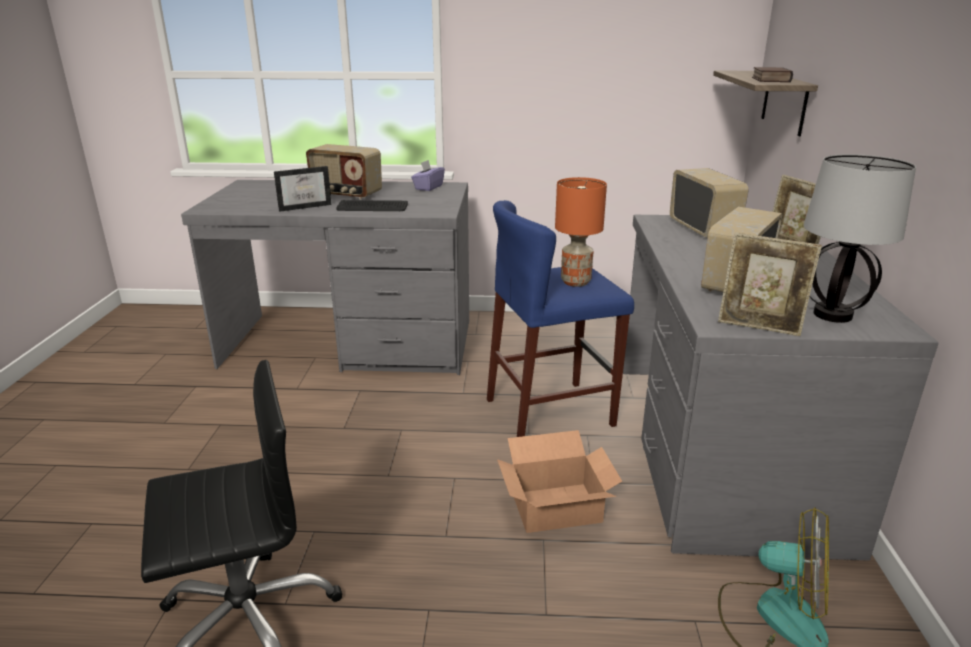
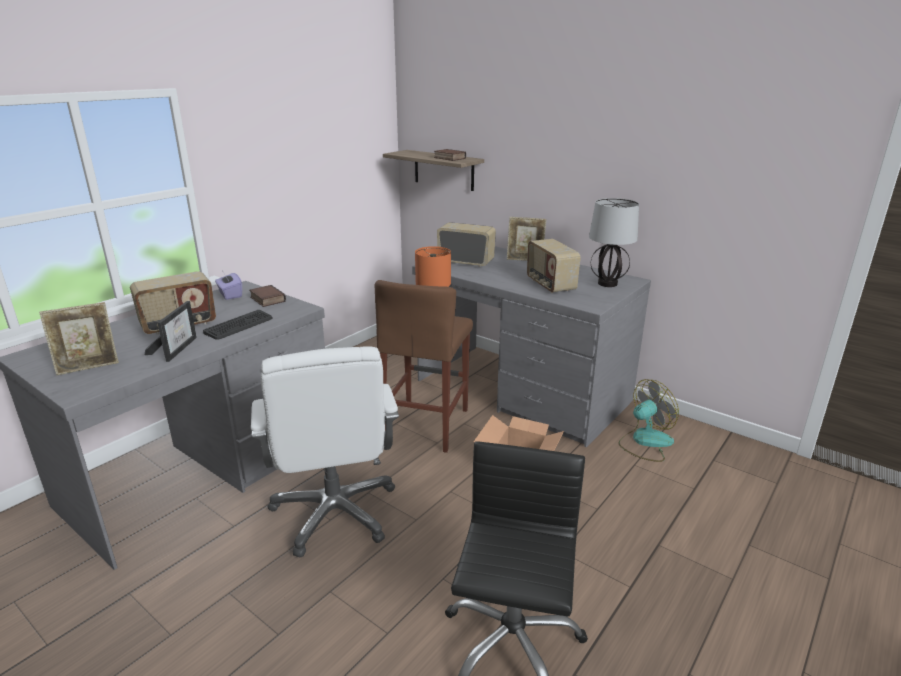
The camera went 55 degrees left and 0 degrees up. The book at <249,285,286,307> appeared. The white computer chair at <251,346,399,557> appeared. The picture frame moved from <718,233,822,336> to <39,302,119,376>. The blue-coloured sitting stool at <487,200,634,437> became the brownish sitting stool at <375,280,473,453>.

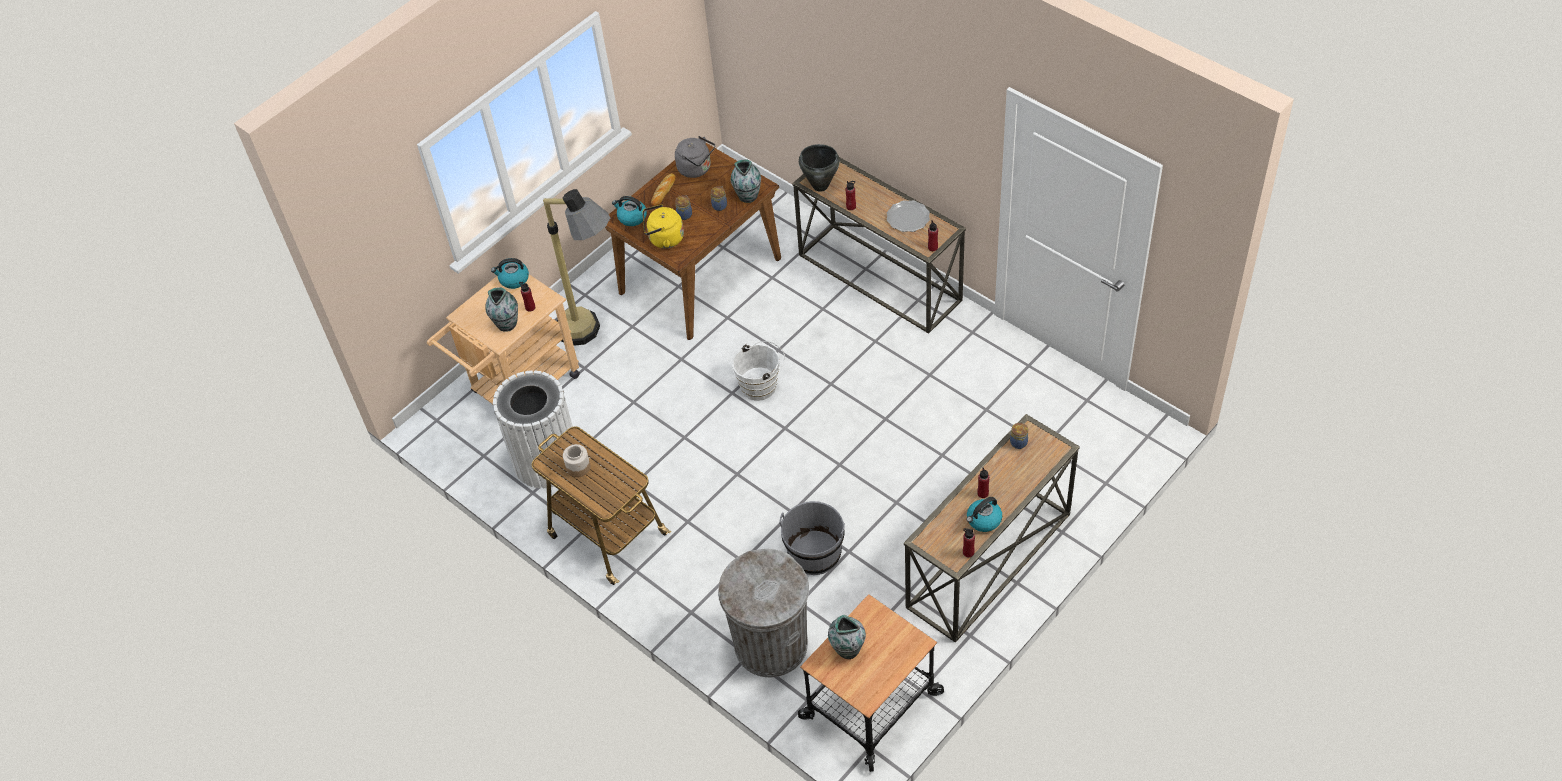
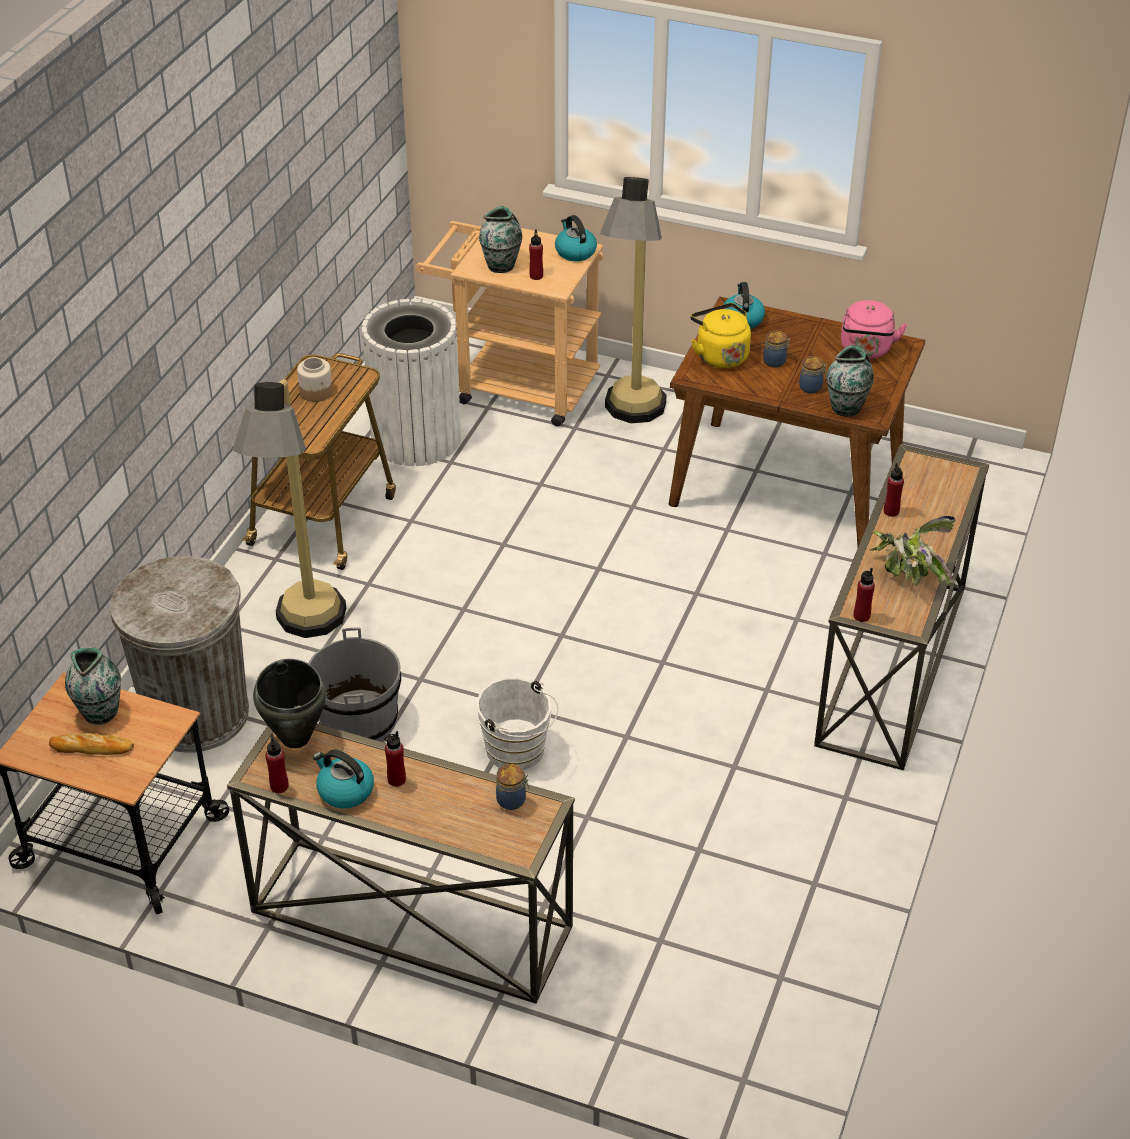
The camera went 65 degrees right and 10 degrees down. The standard lamp at <233,379,346,638> appeared. The bread moved from <651,173,676,206> to <49,733,134,755>. The white bucket moved from <732,341,785,401> to <477,678,559,770>. The black cooking pot moved from <799,144,840,192> to <253,659,326,749>. The dinner plate at <887,200,930,232> was replaced by the potted plant at <869,516,956,586>. The greyish kettle at <675,136,715,178> became the pinkish kettle at <841,300,907,359>.

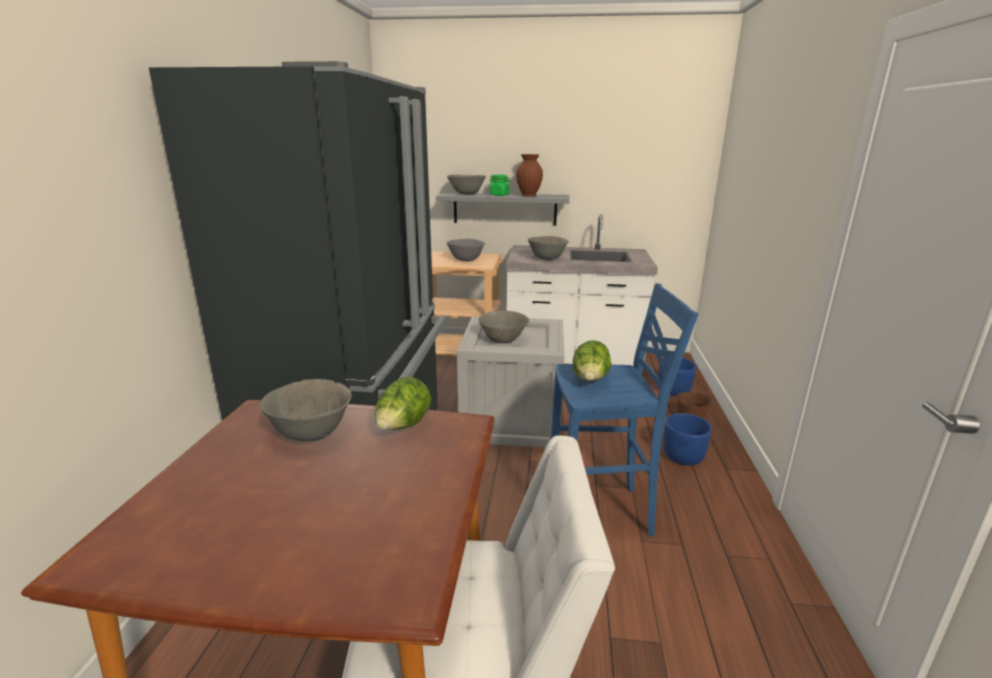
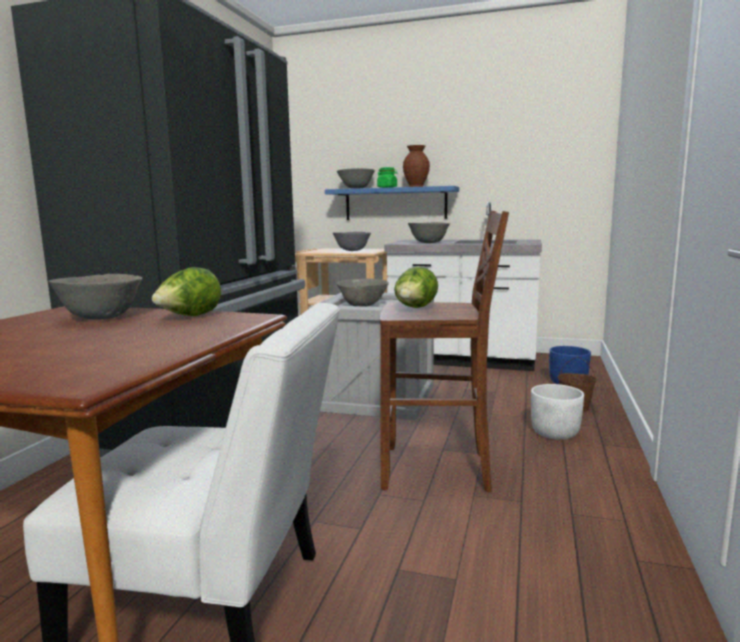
The camera went 10 degrees right and 10 degrees down. The greyish shelf at <436,192,570,226> became the blue-coloured shelf at <325,186,459,220>. The blue-coloured sitting stool at <551,283,698,537> became the brownish sitting stool at <380,211,509,492>. The blue-coloured flower pot at <663,413,712,466> became the white flower pot at <531,384,584,440>.

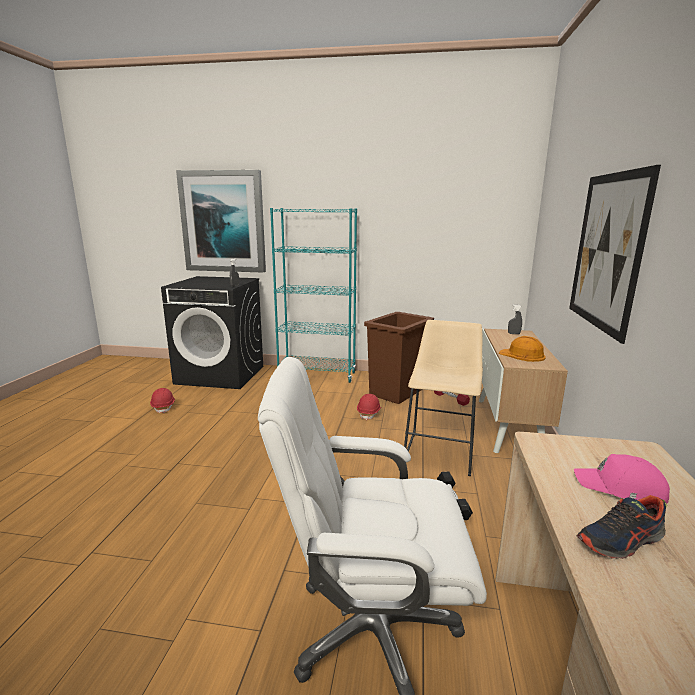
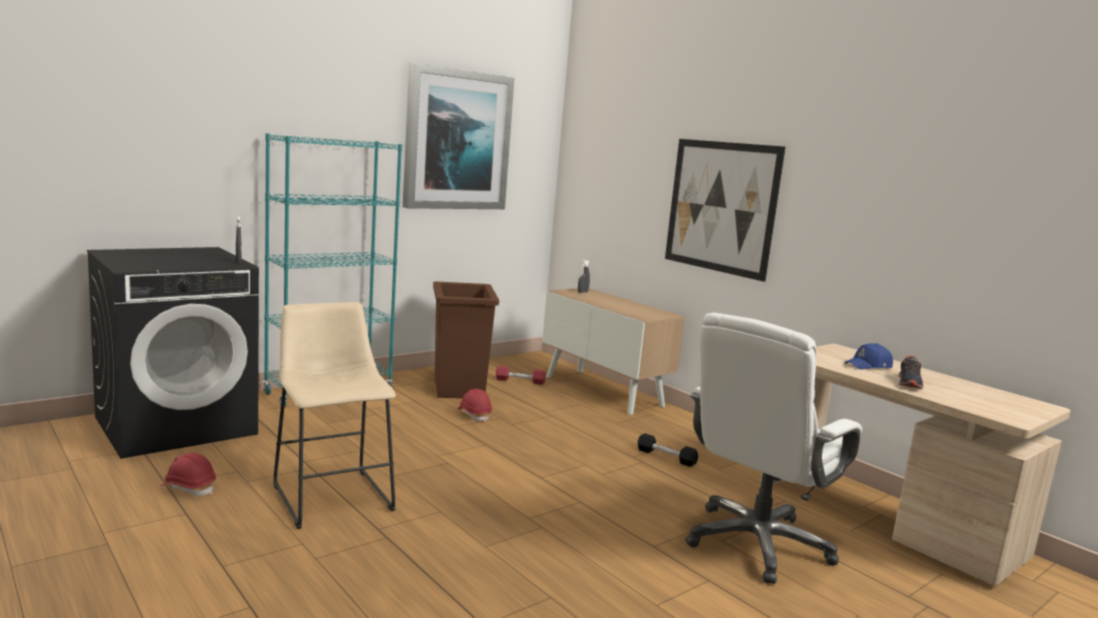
The camera went 50 degrees left and 5 degrees down. The orange-coloured work helmet at <499,336,546,362> disappeared. The picture moved from <176,170,266,272> to <403,63,514,209>. The sand-coloured sitting stool moved from <404,320,483,476> to <273,302,396,529>. The pinkish baseball cap at <574,454,670,504> became the blue-coloured baseball cap at <845,343,893,369>.

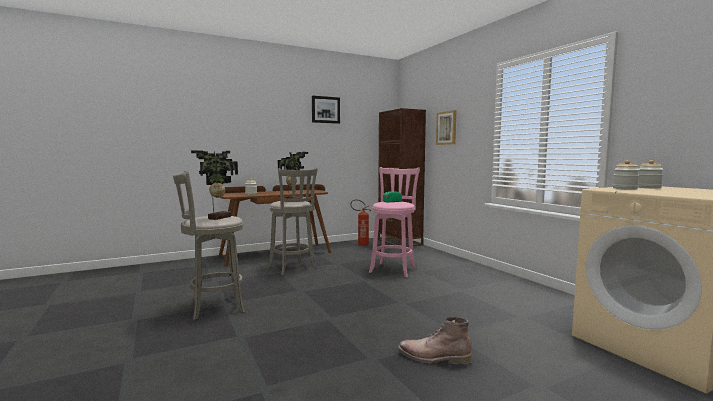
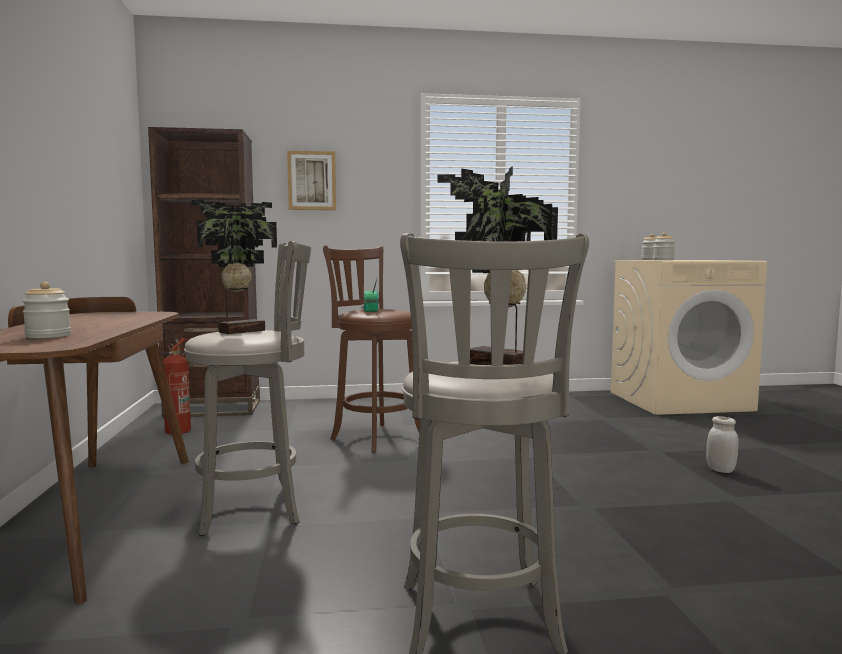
The camera went 70 degrees left and 0 degrees up. The picture at <312,96,340,124> disappeared. The brownish high-top boot at <398,317,472,364> was replaced by the white storage jar at <706,416,739,473>. The pinkish sitting stool at <369,167,420,278> became the brownish sitting stool at <323,245,420,453>.

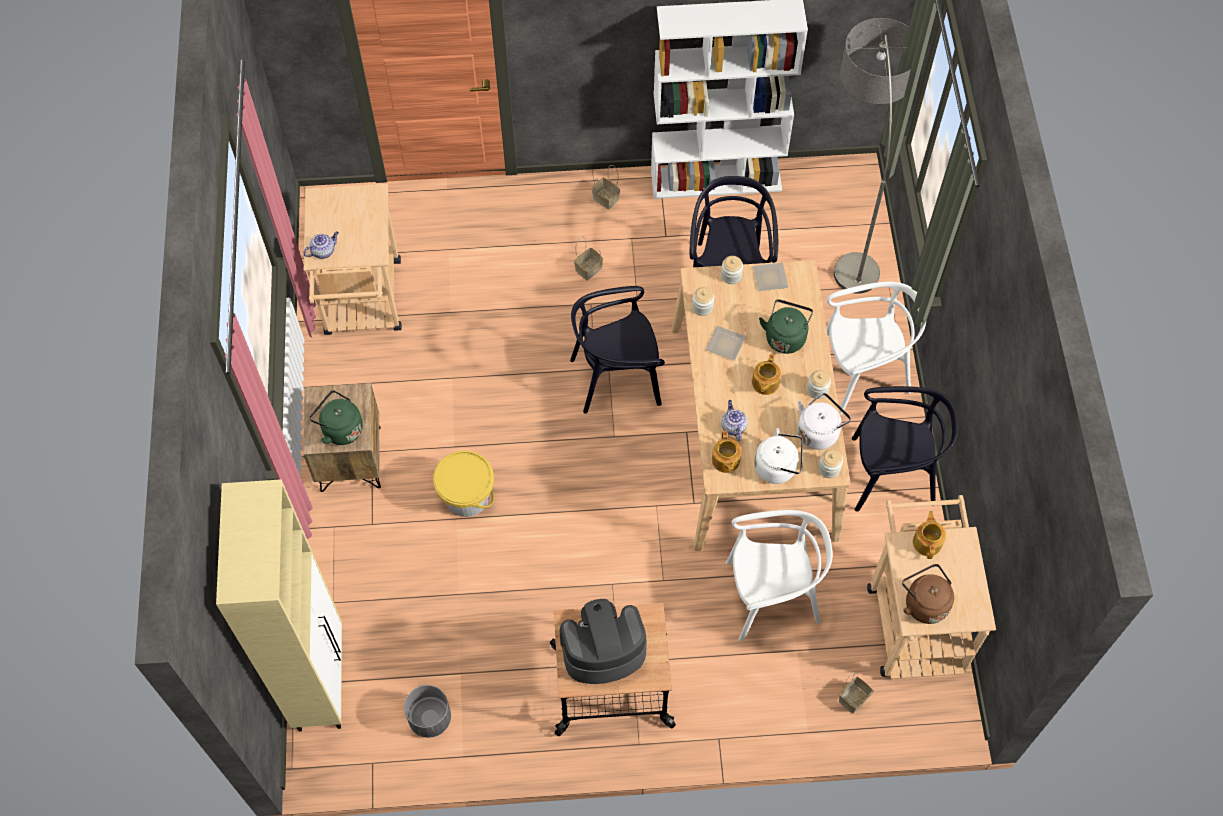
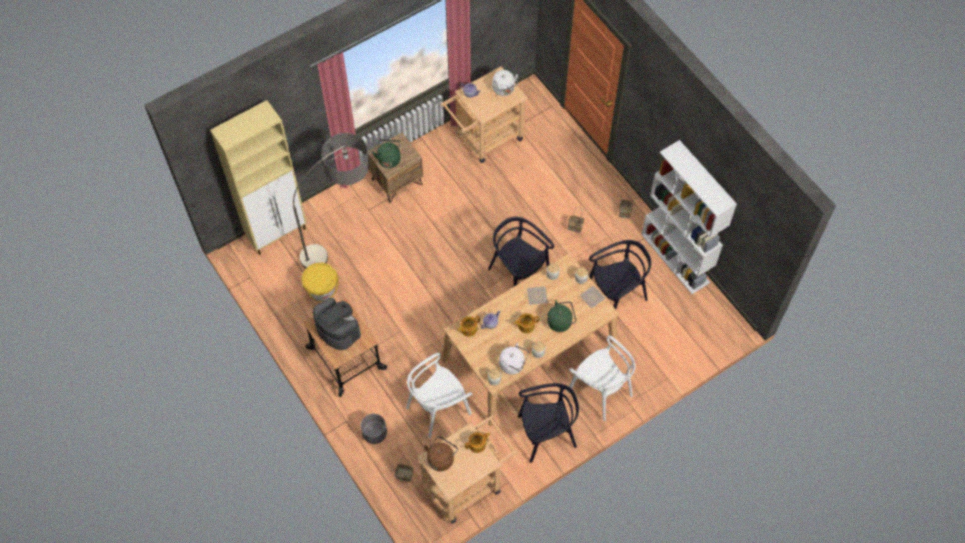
The camera went 60 degrees right and 0 degrees up. The greyish flower pot moved from <404,685,451,738> to <361,414,387,444>. The yellow bucket moved from <433,451,494,517> to <302,263,339,302>. The white kettle moved from <754,428,803,484> to <492,70,518,96>. The standard lamp moved from <834,18,911,294> to <293,133,369,268>. The white chair at <726,510,833,641> turned 90 degrees clockwise. The black chair at <852,386,958,512> turned 75 degrees counterclockwise.

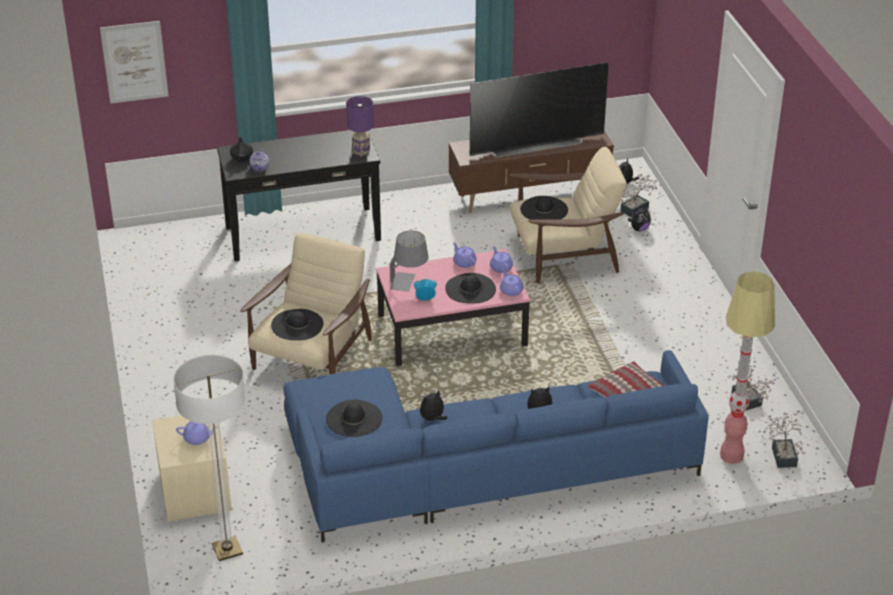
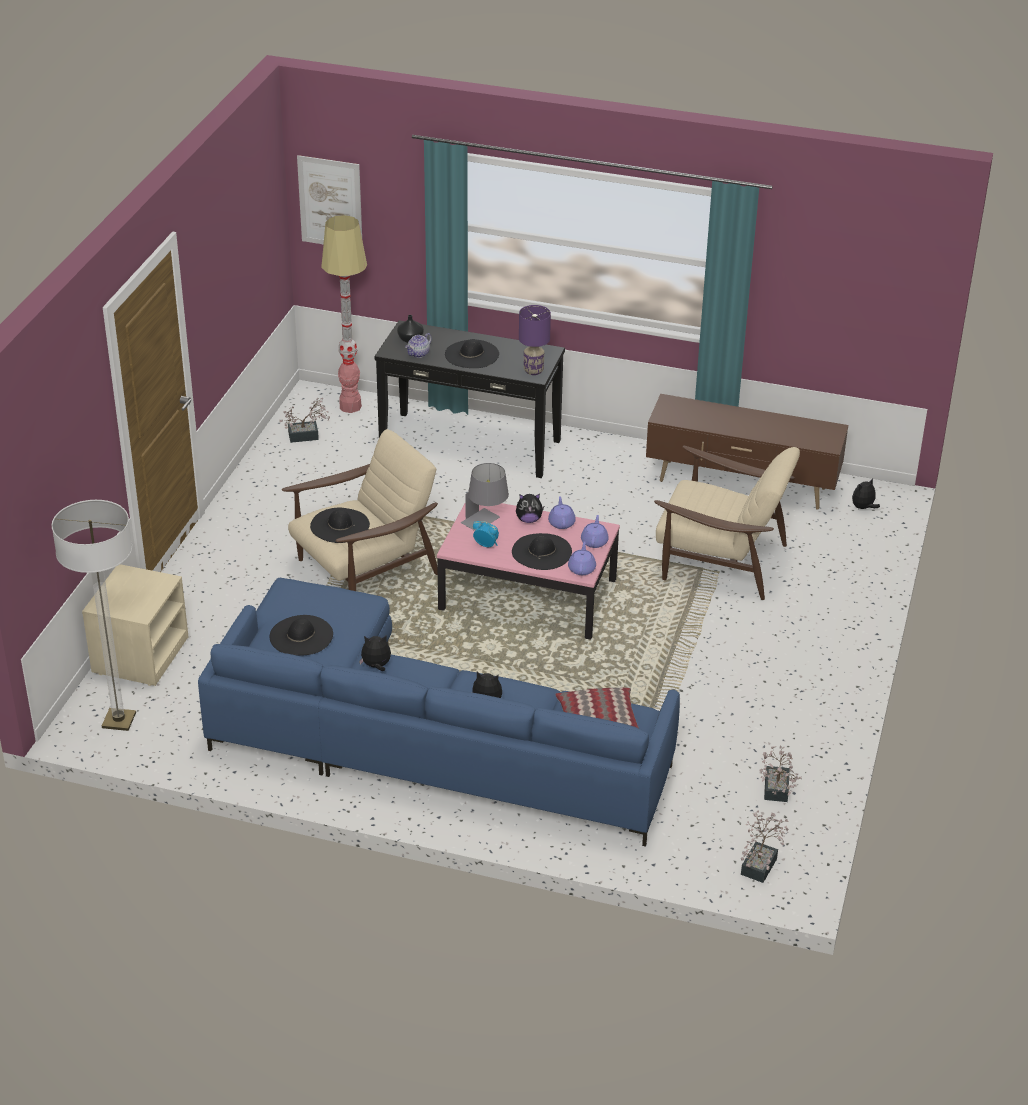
The camera went 30 degrees right and 0 degrees up. The purple-coloured tea pot at <176,421,209,445> disappeared. The television at <470,62,609,158> disappeared. The black hat moved from <520,196,568,220> to <445,339,499,368>. The potted plant moved from <621,174,657,218> to <279,397,330,443>. The cuddly toy moved from <628,206,651,232> to <516,494,544,523>. The standard lamp moved from <720,271,775,464> to <321,215,367,413>.

